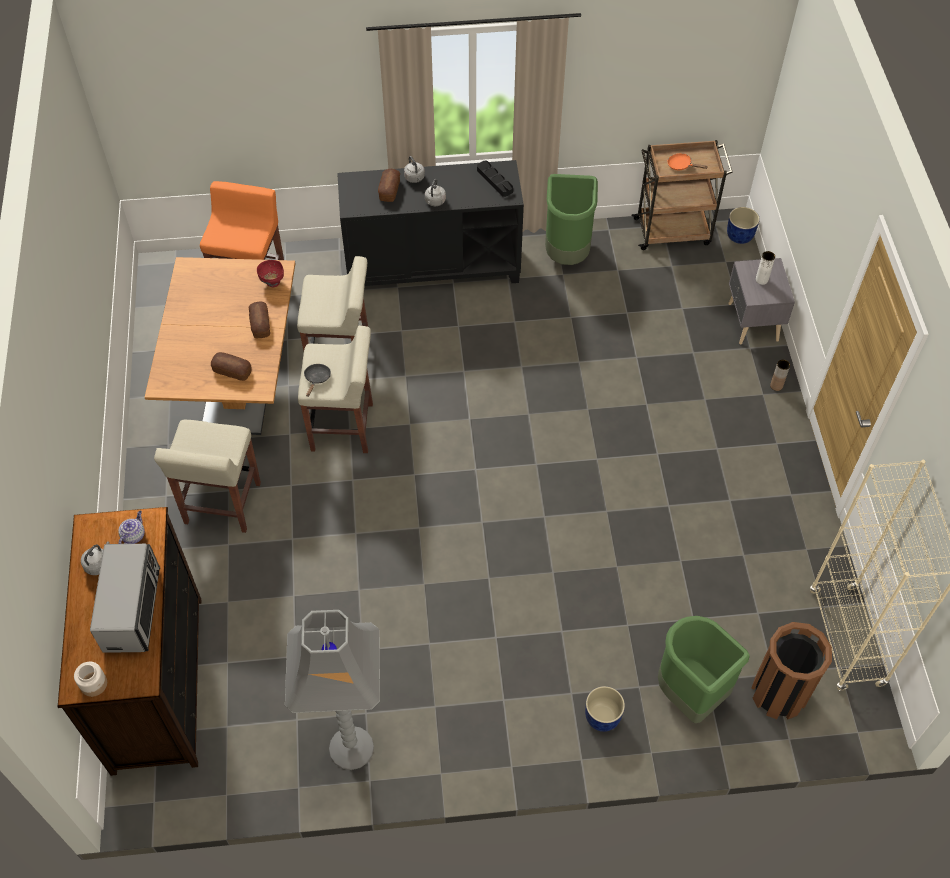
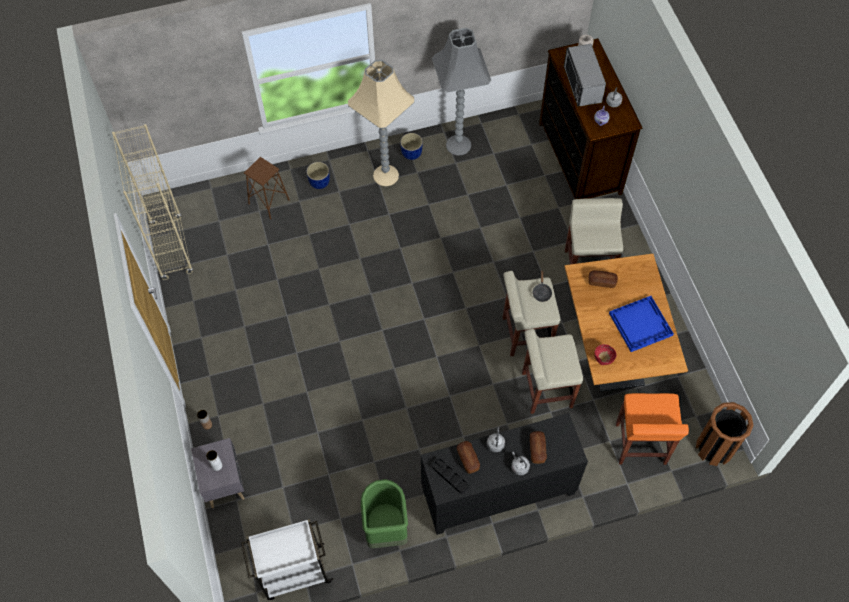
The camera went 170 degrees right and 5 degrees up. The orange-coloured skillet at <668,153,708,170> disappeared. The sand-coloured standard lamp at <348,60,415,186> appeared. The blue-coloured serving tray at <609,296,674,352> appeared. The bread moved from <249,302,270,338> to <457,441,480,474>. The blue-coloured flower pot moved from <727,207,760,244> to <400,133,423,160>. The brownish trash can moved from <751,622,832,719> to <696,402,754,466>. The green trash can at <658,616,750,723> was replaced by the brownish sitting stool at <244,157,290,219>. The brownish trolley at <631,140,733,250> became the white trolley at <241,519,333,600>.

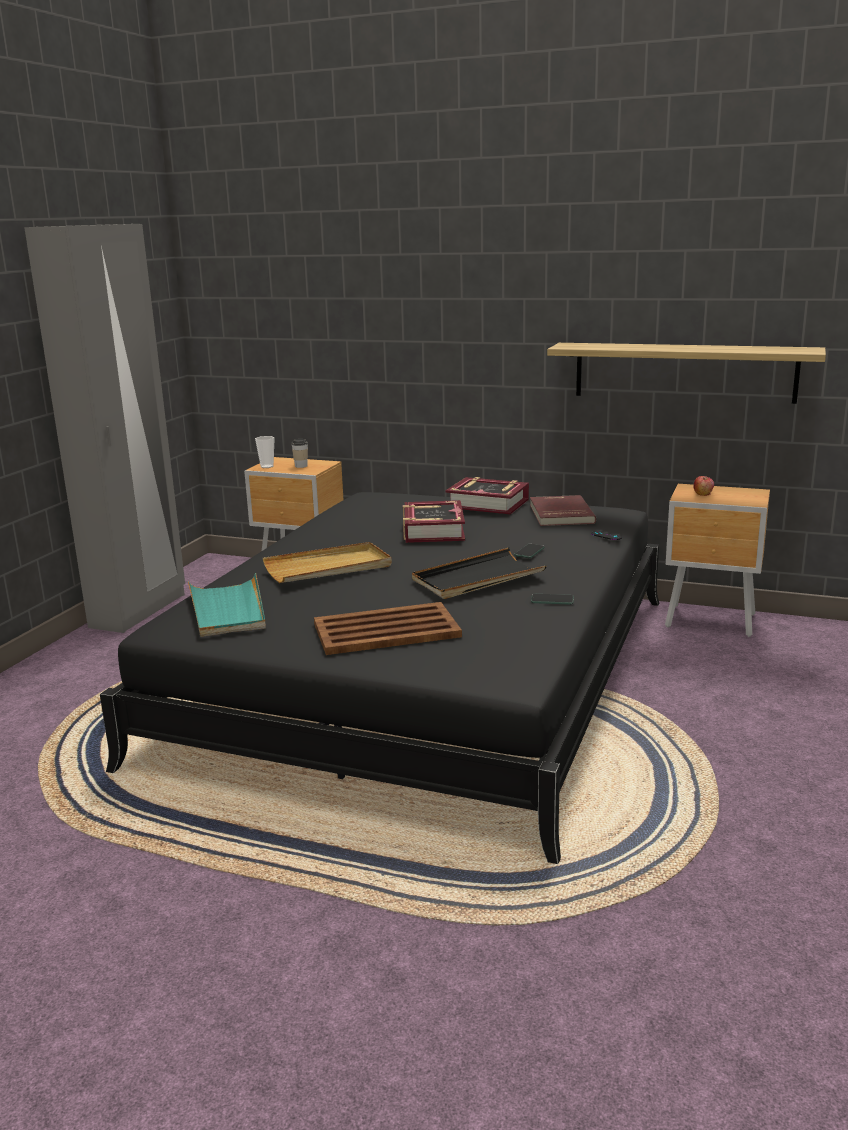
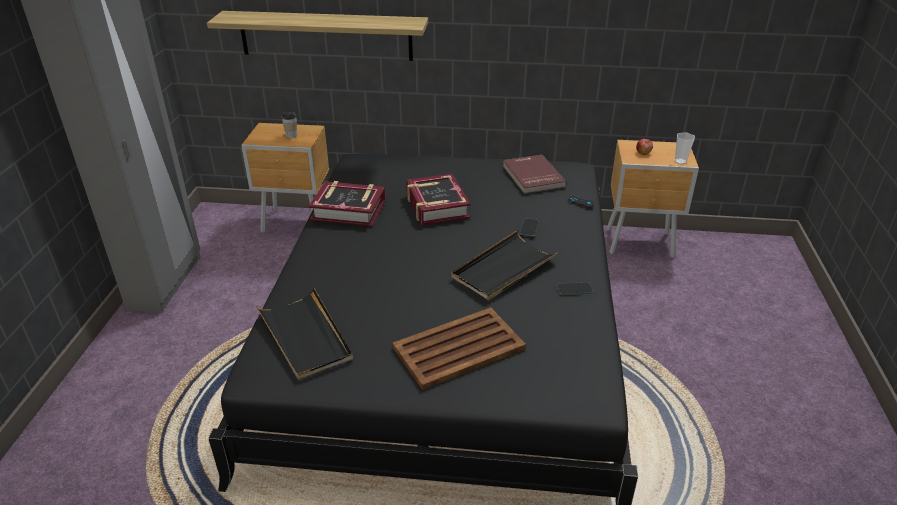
The camera went 15 degrees left and 15 degrees up. The sand-coloured serving tray at <263,542,392,583> disappeared. The drinking cup moved from <255,436,275,468> to <675,132,695,164>. The book moved from <445,477,529,514> to <309,181,386,227>. The shelf moved from <547,343,826,404> to <207,11,428,61>. The blue-green serving tray at <188,573,266,637> became the black serving tray at <256,288,353,380>.

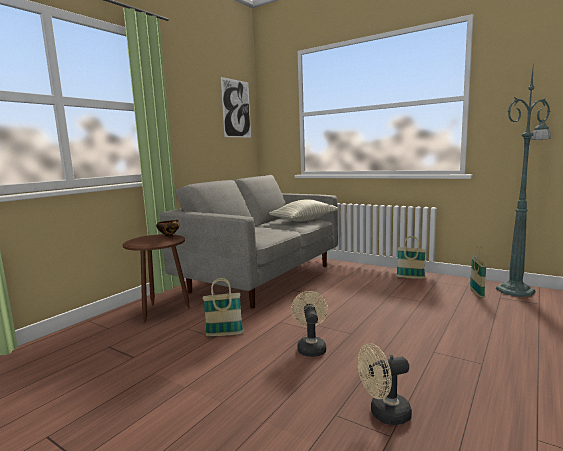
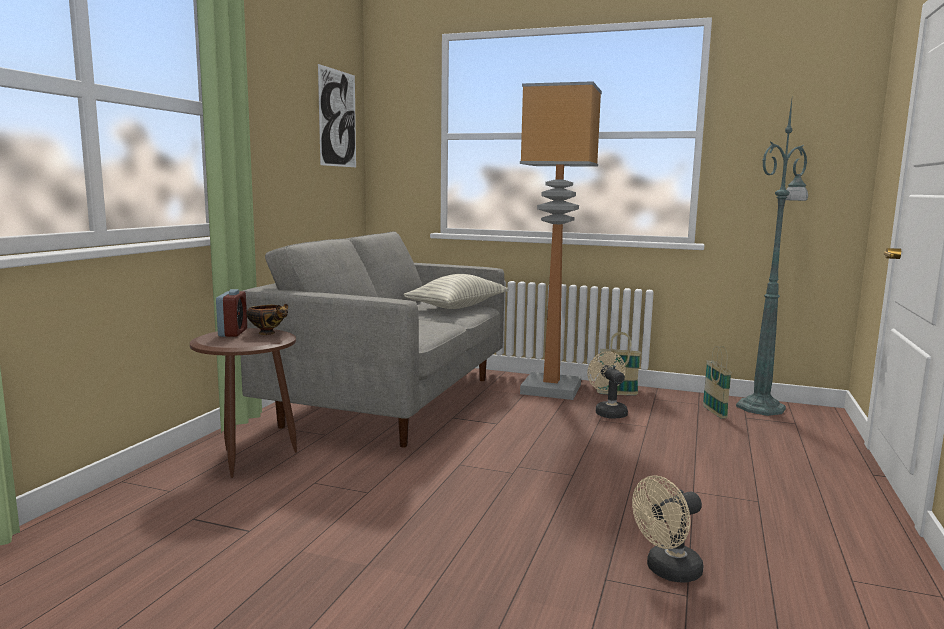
The camera went 15 degrees left and 0 degrees up. The household basket at <202,278,244,336> disappeared. The bedside clock at <216,289,247,337> appeared. The standard lamp at <520,81,602,400> appeared. The sand-coloured fan moved from <291,291,328,357> to <587,351,628,419>.

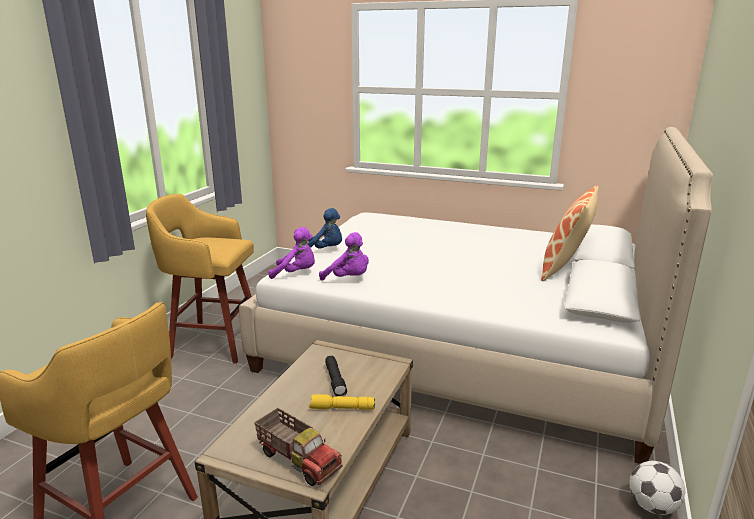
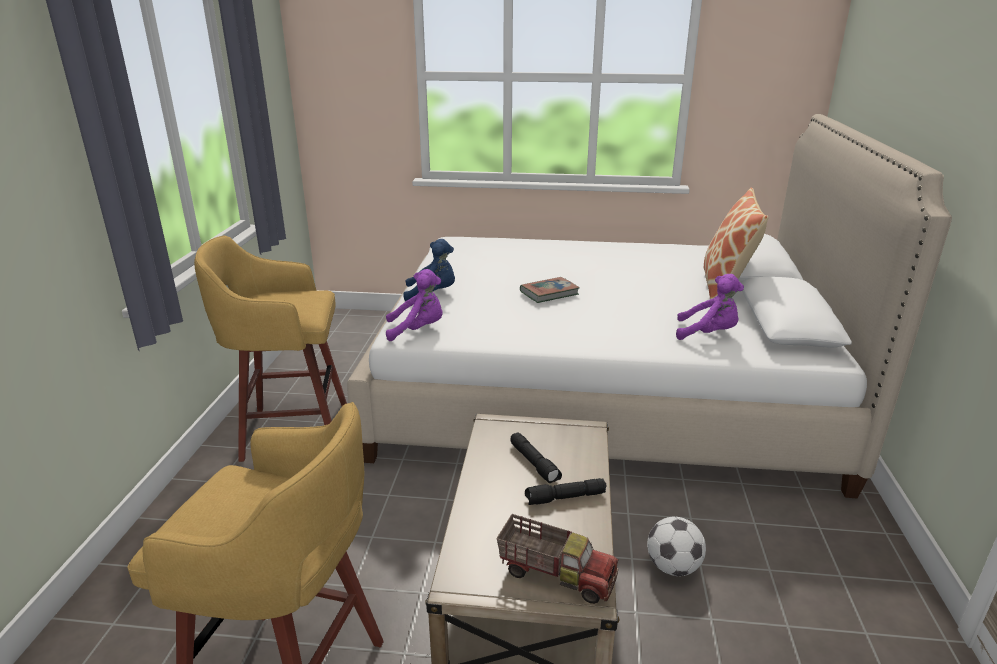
The camera went 15 degrees left and 5 degrees up. The book at <520,277,580,303> appeared. The purple-coloured cuddly toy moved from <319,232,369,281> to <676,274,744,340>. The football ball moved from <629,461,685,515> to <647,517,706,576>. The yellow flashlight at <309,394,375,410> became the black flashlight at <525,478,607,505>.

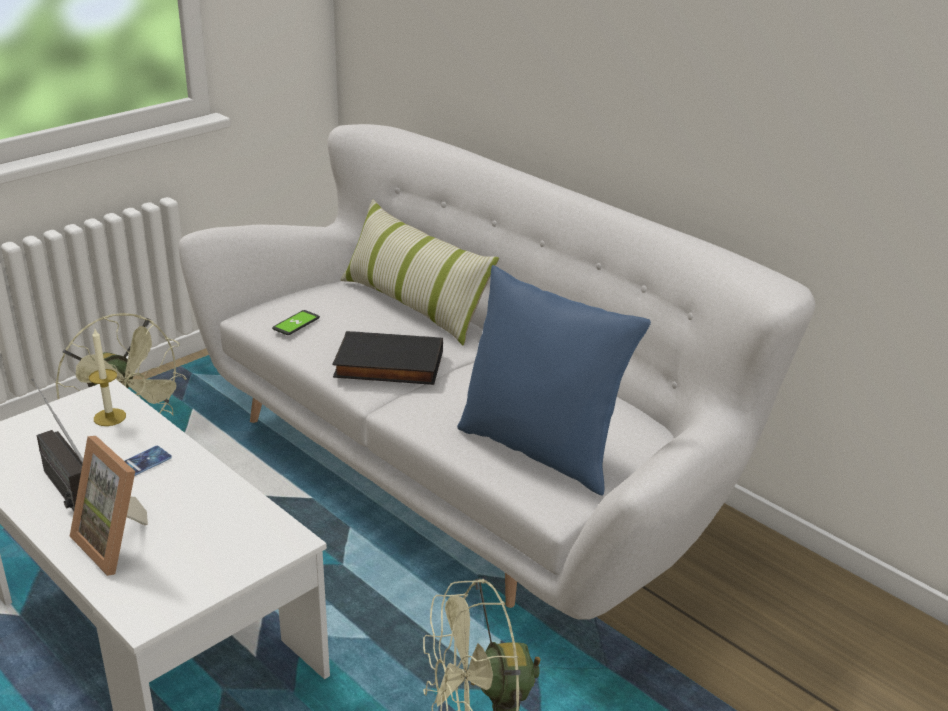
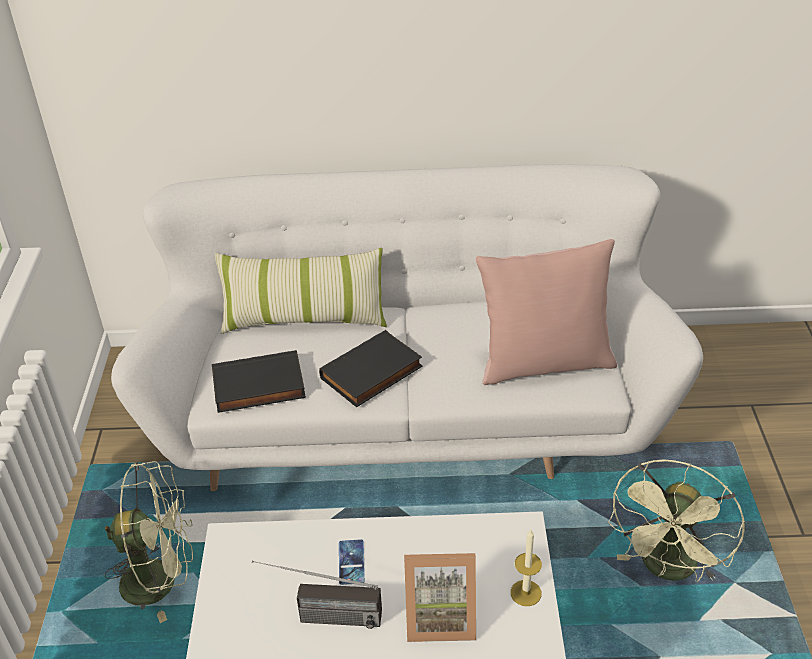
The camera went 45 degrees left and 10 degrees up. The candle moved from <89,327,126,426> to <511,529,542,606>. The phone at <272,310,320,335> was replaced by the black book at <212,350,306,413>. The blue-coloured cushion at <457,265,651,495> became the pinkish cushion at <476,239,617,385>.

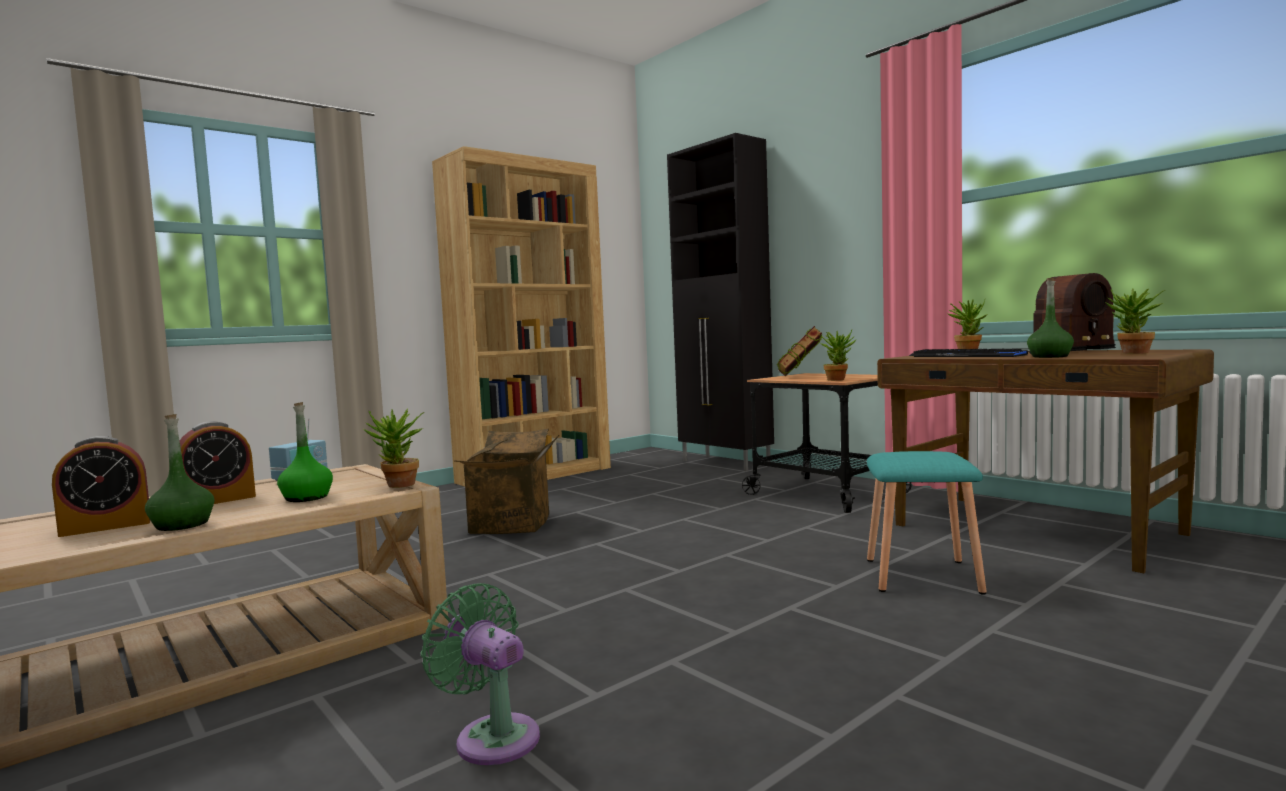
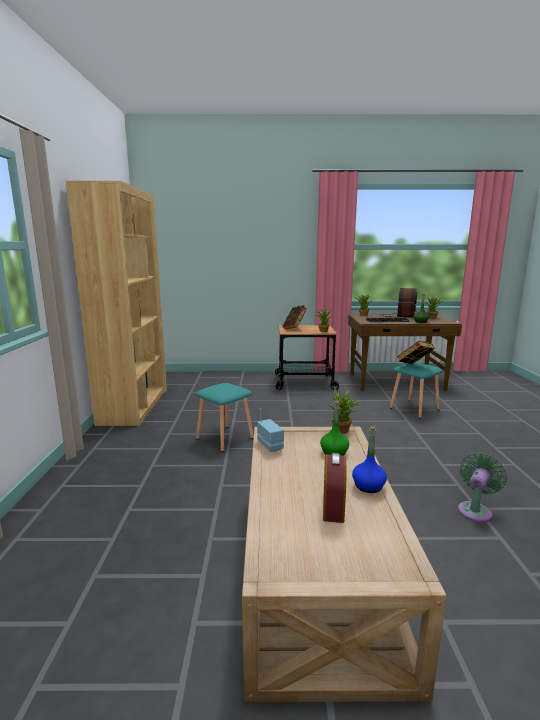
The camera went 50 degrees left and 10 degrees up. The bedside clock at <180,421,256,504> disappeared. The black cupboard at <667,133,774,471> disappeared. The book at <397,341,435,364> appeared. The carton at <454,429,559,534> was replaced by the blue-green sitting stool at <196,383,254,452>. The green bottle at <145,414,214,531> became the blue-coloured bottle at <352,426,387,493>. The green fan at <421,583,540,765> turned 135 degrees clockwise.

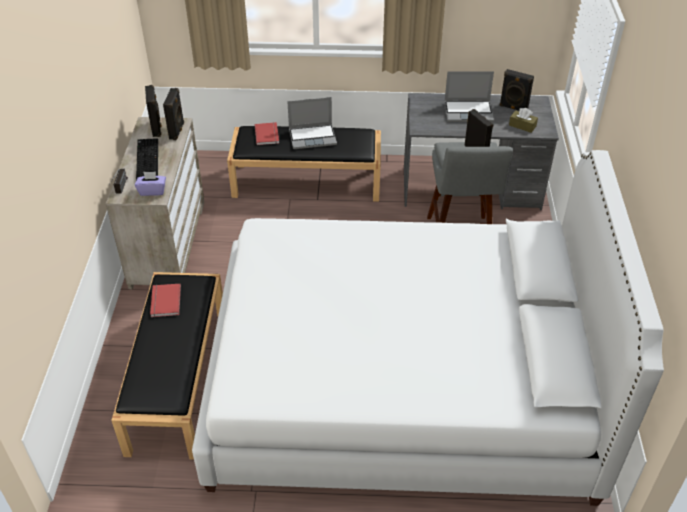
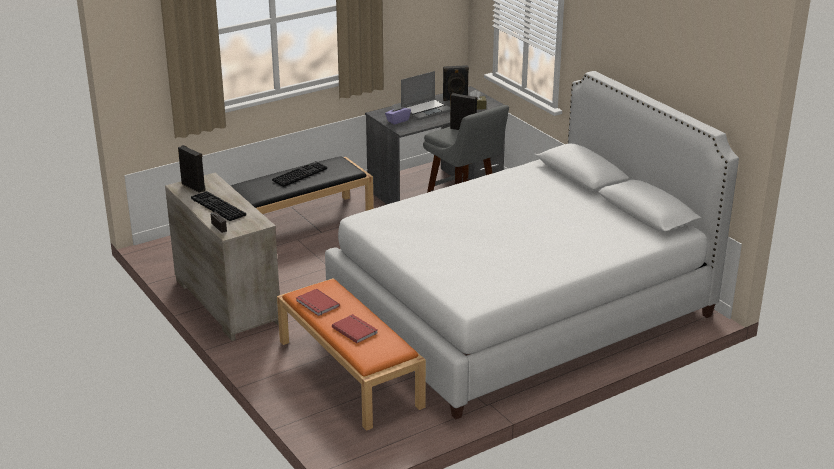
The camera went 35 degrees left and 15 degrees down. The black audio speaker at <163,88,184,140> disappeared. The purple-coloured tissue holder moved from <135,172,166,196> to <385,103,411,124>. The red book moved from <254,122,279,145> to <332,314,378,343>. The laptop at <287,97,337,149> was replaced by the computer keyboard at <272,161,327,187>. The black long seat at <111,272,223,459> became the orange-coloured long seat at <277,278,426,431>.

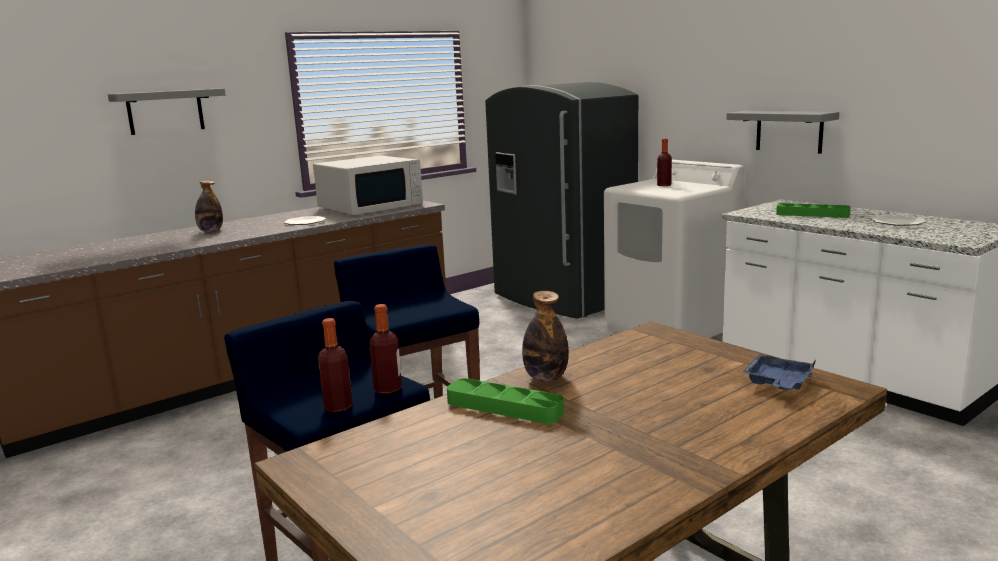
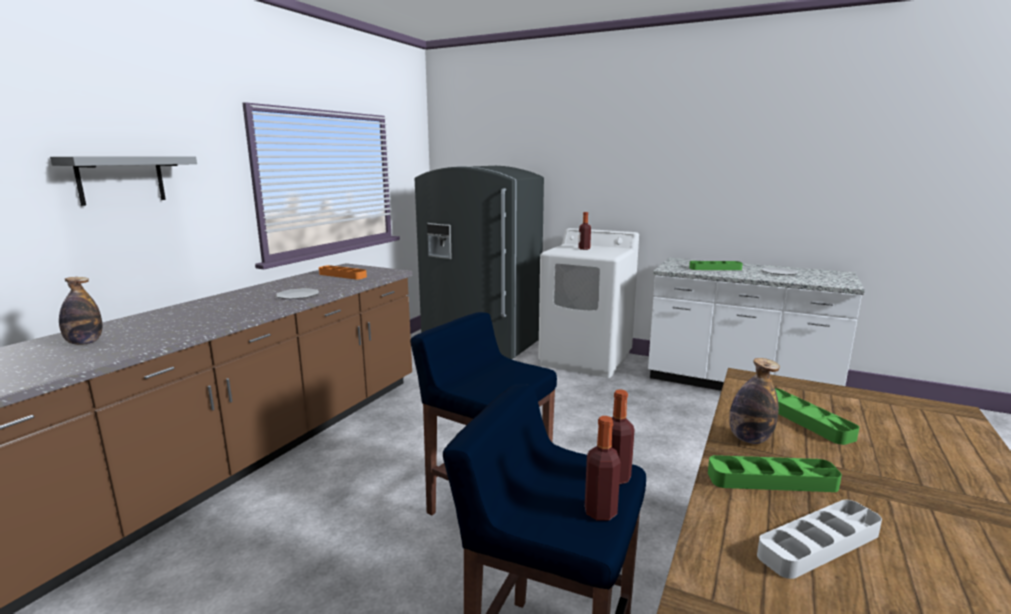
The camera went 25 degrees left and 0 degrees up. The greyish shelf at <726,111,839,154> disappeared. The blue-coloured serving tray at <742,354,816,390> disappeared. The greyish serving tray at <757,500,882,579> appeared. The green serving tray at <775,388,859,445> appeared. The bottle moved from <195,180,223,232> to <59,277,102,345>. The white kitchen microwave at <313,155,423,215> was replaced by the orange-coloured serving tray at <319,265,367,280>.

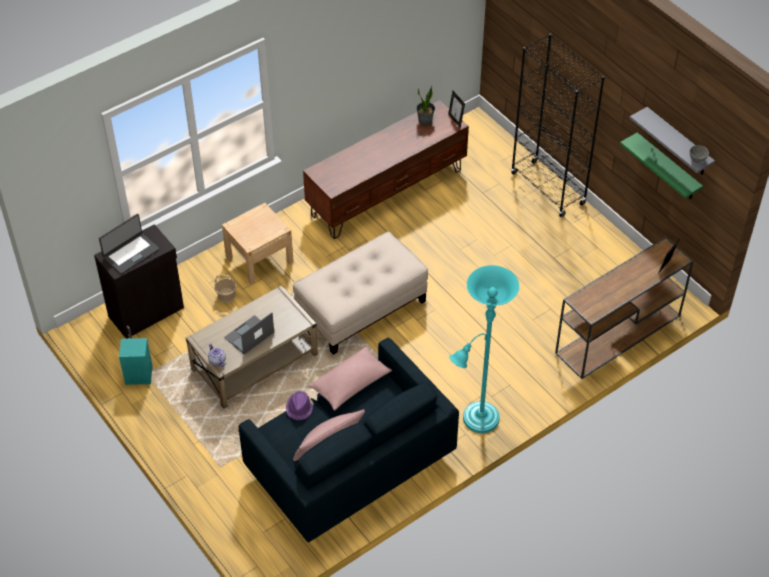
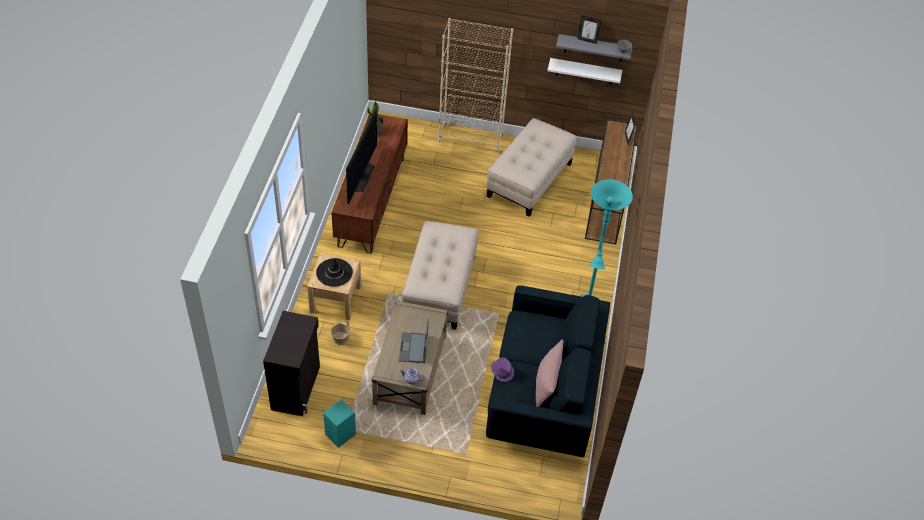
The camera went 45 degrees left and 0 degrees up. The laptop at <99,214,159,274> disappeared. The pinkish cushion at <309,347,392,411> disappeared. The black hat at <316,258,353,287> appeared. The television at <346,109,377,204> appeared. The sand-coloured pouffe at <487,118,577,217> appeared. The picture frame moved from <448,91,465,128> to <578,16,601,44>. The black bookcase at <511,33,605,217> became the sand-coloured bookcase at <438,18,513,152>. The green shelf at <620,132,703,199> became the white shelf at <547,58,622,85>.

